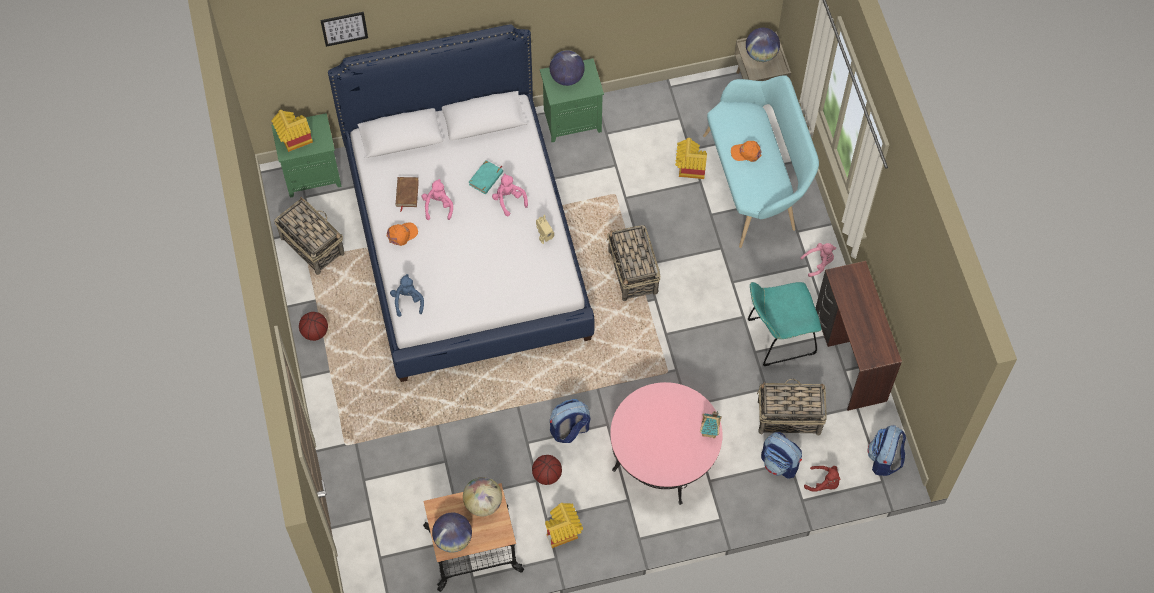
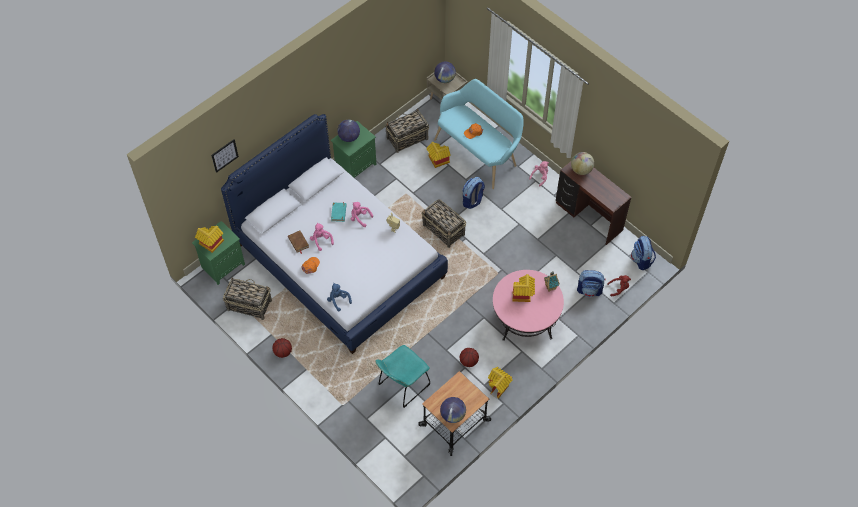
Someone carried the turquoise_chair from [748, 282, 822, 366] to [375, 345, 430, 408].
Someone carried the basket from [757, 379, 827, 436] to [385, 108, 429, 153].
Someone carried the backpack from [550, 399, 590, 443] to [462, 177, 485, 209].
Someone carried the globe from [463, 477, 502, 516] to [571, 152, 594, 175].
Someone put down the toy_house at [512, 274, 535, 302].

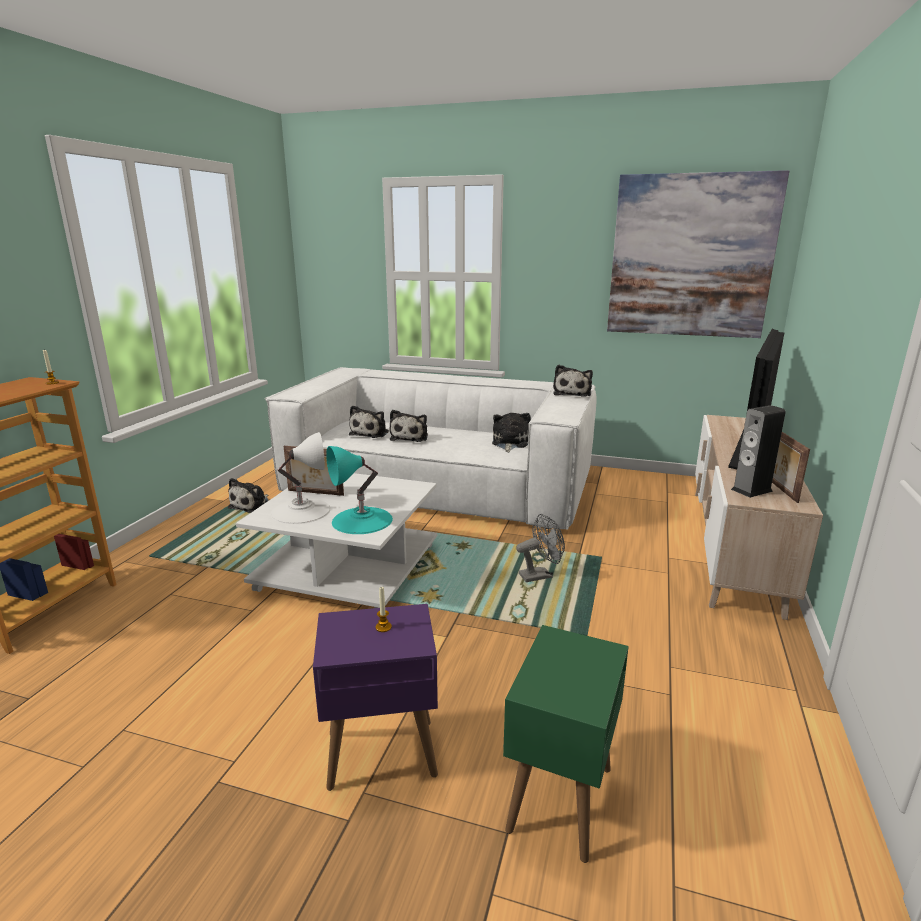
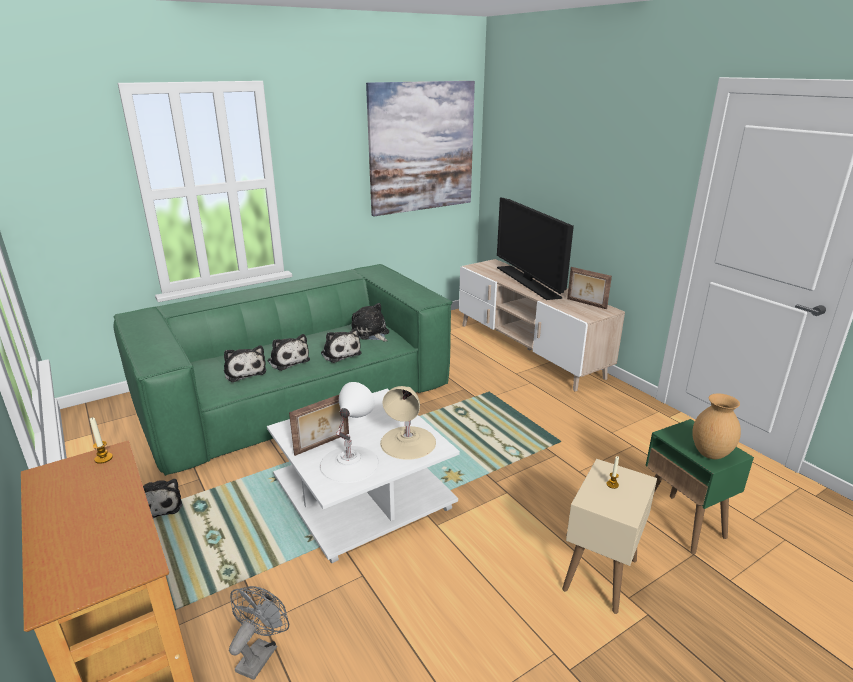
Someone carried the plush_toy from [553, 365, 593, 397] to [321, 328, 361, 363].
Someone repainted the white_sofa at [265, 367, 597, 530], which became the green_sofa at [113, 264, 452, 476].
Someone took away the speaker at [731, 405, 786, 498].
Someone repainted the turquoise_table_lamp at [326, 446, 393, 534], which became the beige_table_lamp at [380, 386, 436, 460].
Someone carried the grey_fan from [516, 514, 565, 582] to [229, 586, 289, 680].
Someone repainted the purple_side_table at [313, 604, 438, 791], which became the beige_side_table at [562, 459, 657, 614].
Someone put down the brown_vase at [692, 393, 741, 459].

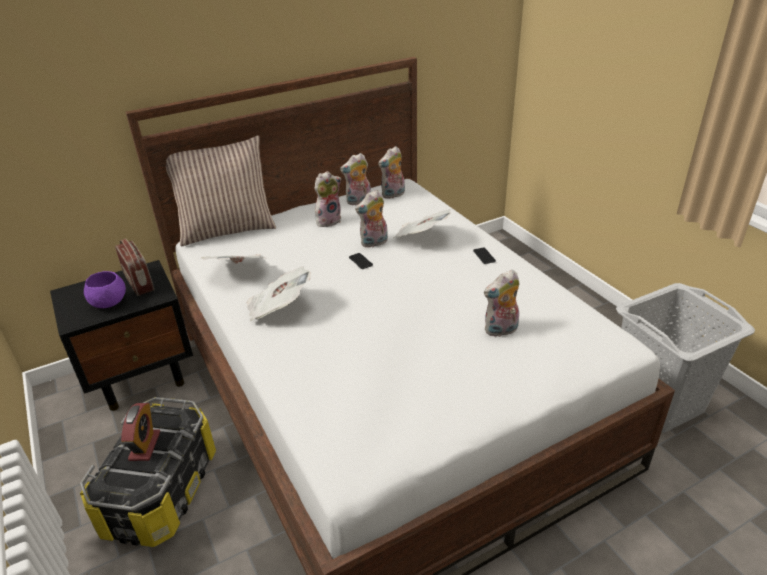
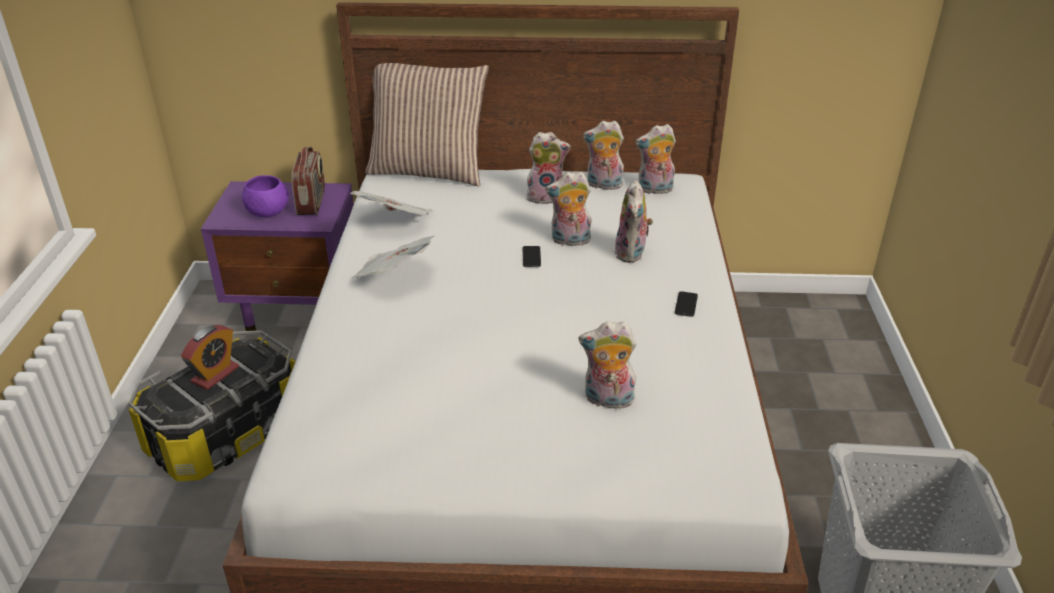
Someone swapped the newspaper at [393, 209, 451, 238] for the plush_toy at [614, 180, 653, 263].
Someone repainted the black_nightstand at [50, 260, 193, 411], which became the purple_nightstand at [201, 181, 354, 331].

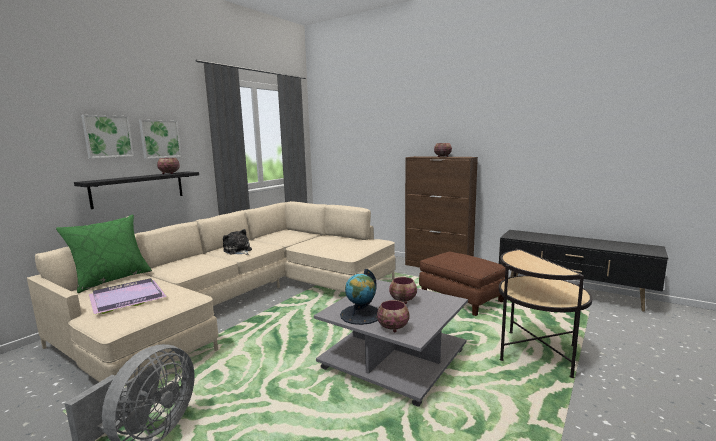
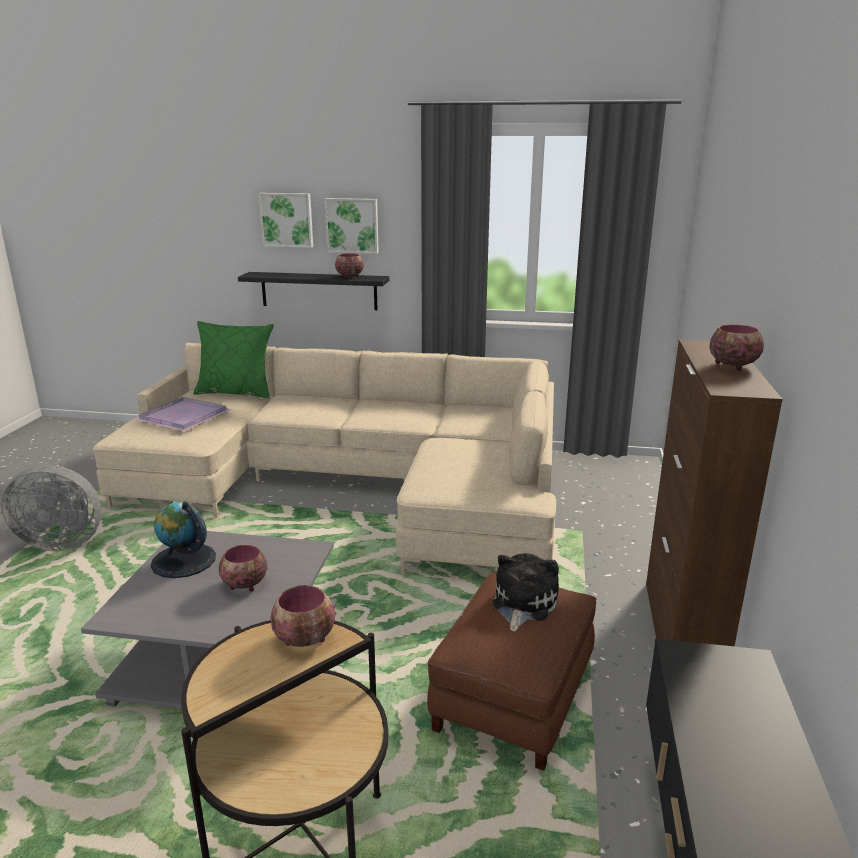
Someone carried the plush_toy from [223, 229, 252, 255] to [492, 553, 559, 632].
Someone carried the bowl from [377, 300, 410, 333] to [270, 585, 335, 647].

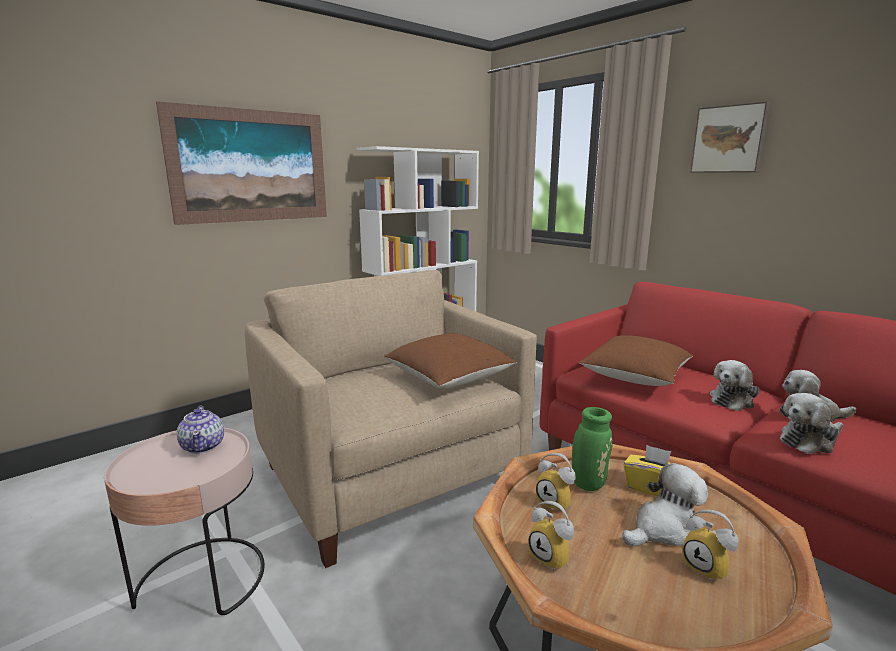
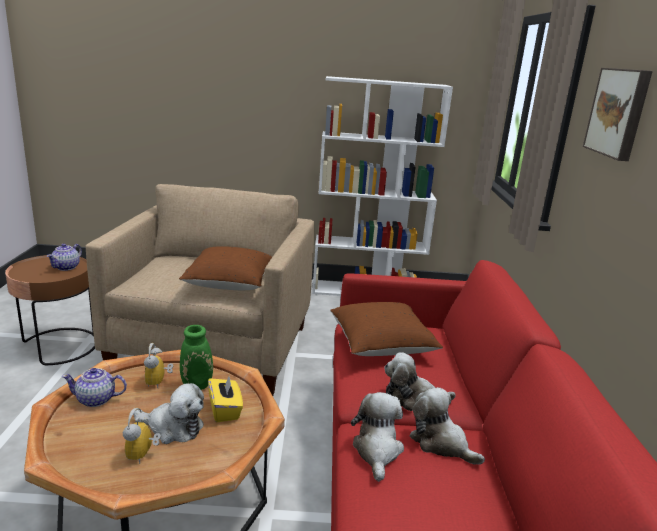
Someone took away the picture at [156, 101, 327, 225].
Someone rotated the plush_toy at [780, 393, 844, 454] by 75 degrees clockwise.
Someone repainted the pink_side_table at [104, 428, 265, 615], which became the brown_side_table at [5, 255, 95, 366].
Someone swapped the alarm_clock at [528, 501, 574, 572] for the teapot at [62, 368, 127, 407].

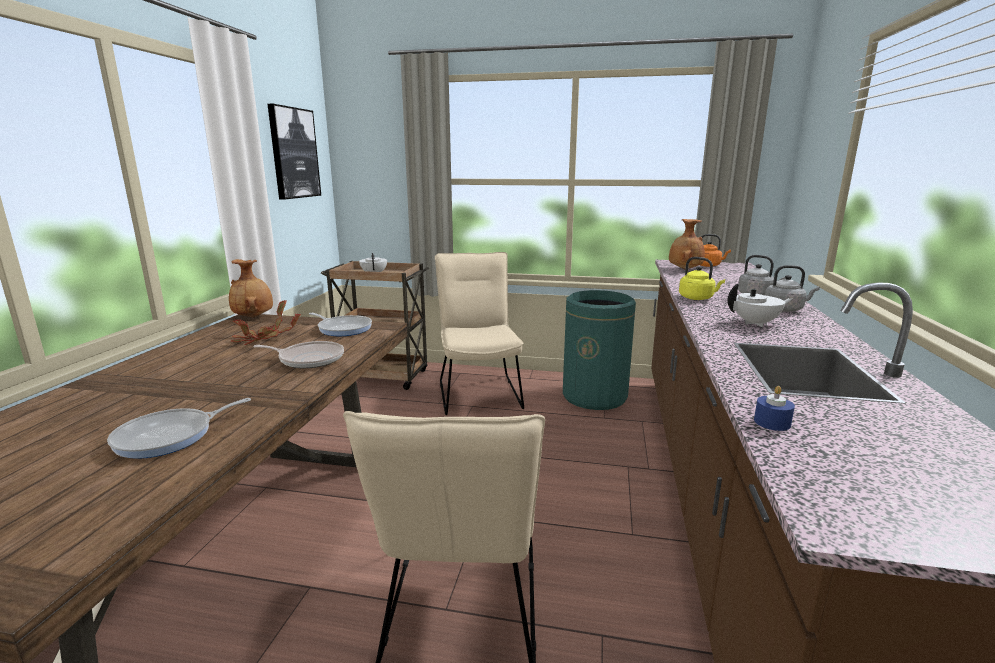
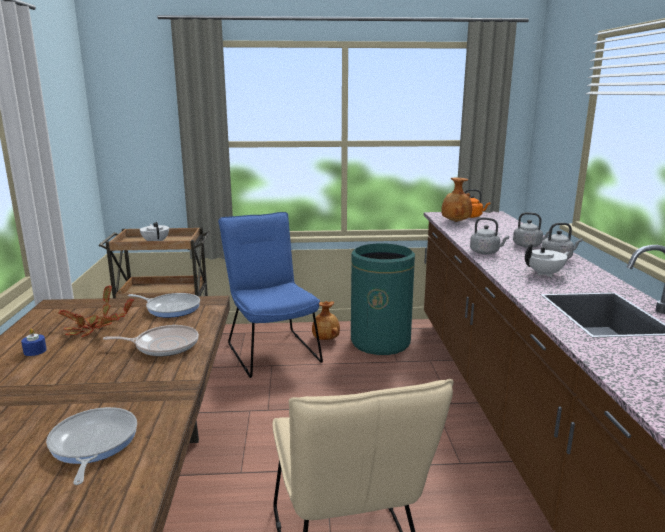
Someone took away the picture at [268, 104, 321, 200].
Someone repainted the beige_chair at [435, 252, 524, 415], which became the blue_chair at [218, 212, 323, 378].
Someone repainted the yellow_kettle at [679, 257, 725, 300], which became the grey_kettle at [470, 217, 509, 254].
Someone carried the brown_vase from [229, 259, 273, 318] to [312, 301, 340, 340].
Someone carried the blue_candle from [754, 386, 795, 431] to [21, 329, 47, 356].
Someone rotated the frying_pan at [107, 398, 251, 459] by 135 degrees clockwise.

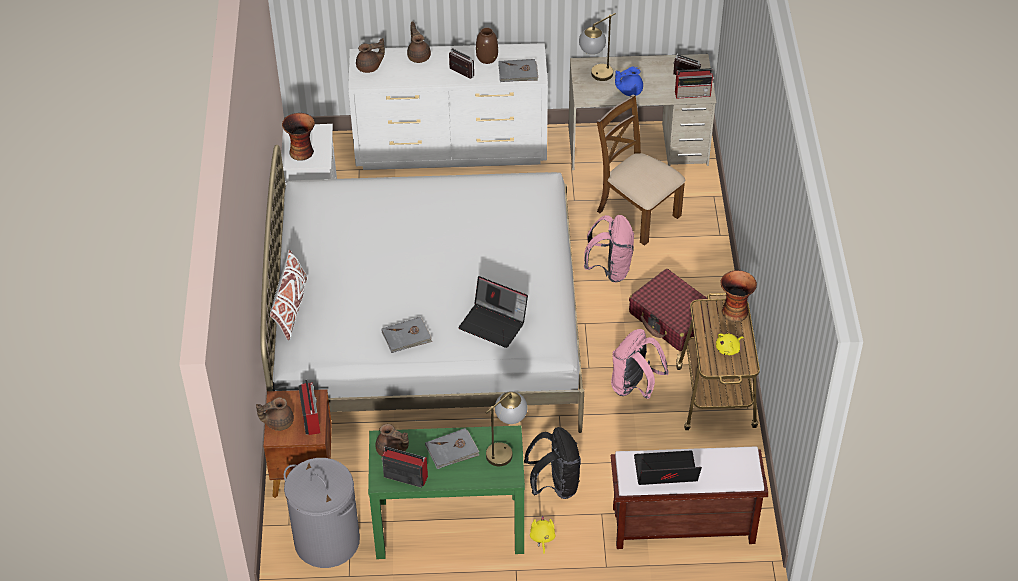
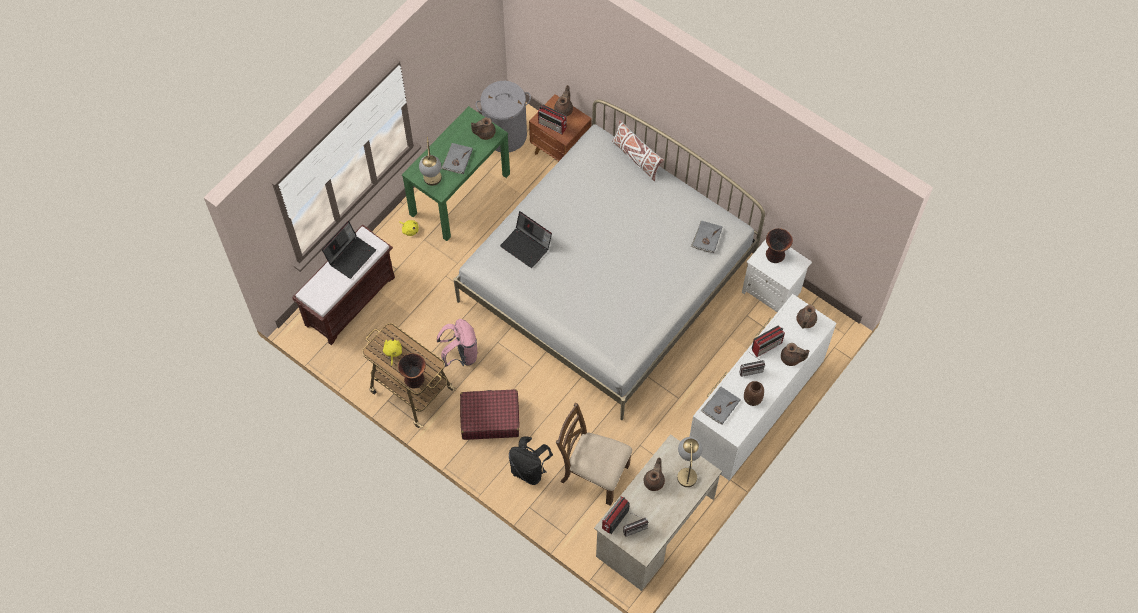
Someone repainted the blue_teapot at [615, 66, 643, 96], which became the brown_teapot at [644, 457, 665, 491].
Someone rotated the brown_chair at [597, 94, 685, 246] by 150 degrees counterclockwise.
Someone took away the pink_backpack at [584, 215, 634, 282].
Someone rotated the laptop at [458, 276, 528, 348] by 120 degrees counterclockwise.
Someone carried the grey_book from [381, 317, 432, 353] to [691, 220, 722, 253].
Someone carried the black_backpack from [524, 427, 581, 499] to [509, 437, 553, 485].
Someone carried the radio from [382, 446, 428, 488] to [752, 326, 785, 357].

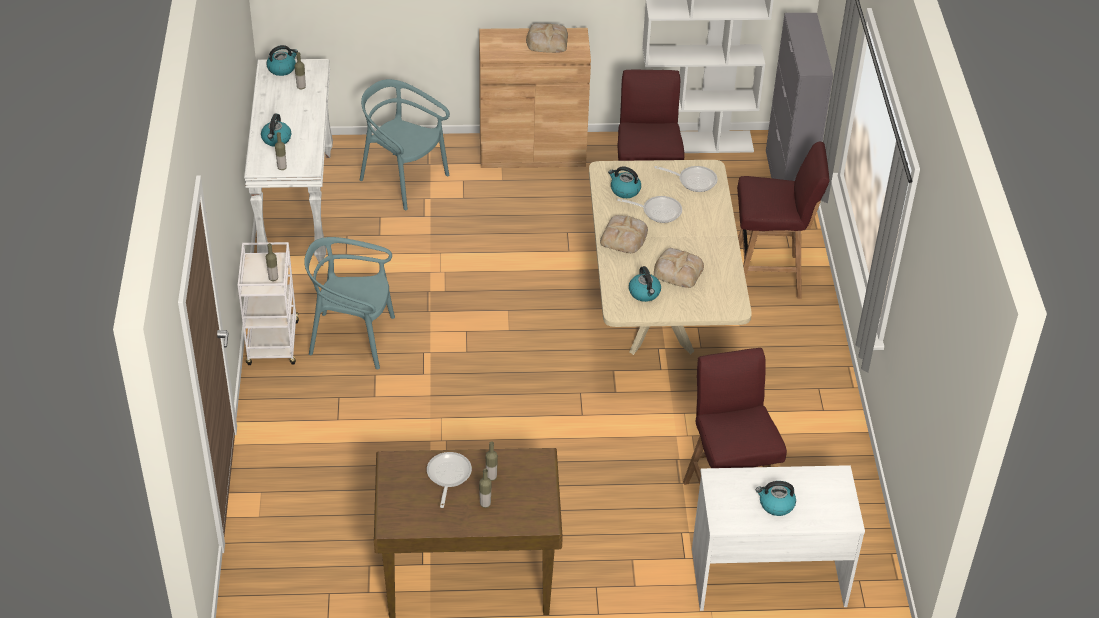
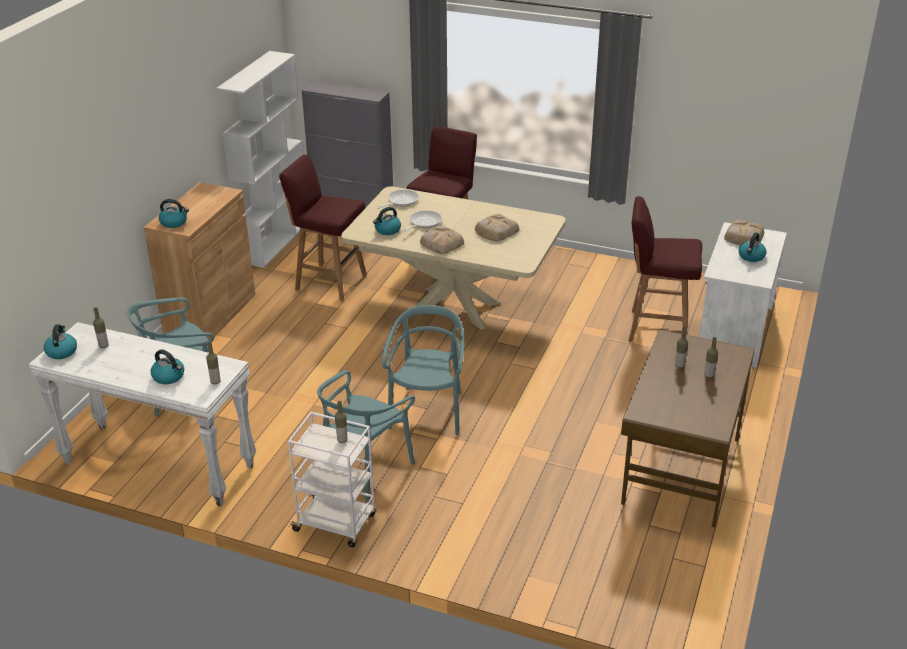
Someone carried the bread from [526, 23, 568, 53] to [724, 220, 764, 245].
Someone carried the kettle from [629, 266, 661, 302] to [159, 199, 189, 228].
Someone took away the frying_pan at [427, 452, 472, 508].
Someone put down the turquoise_chair at [382, 305, 464, 435].

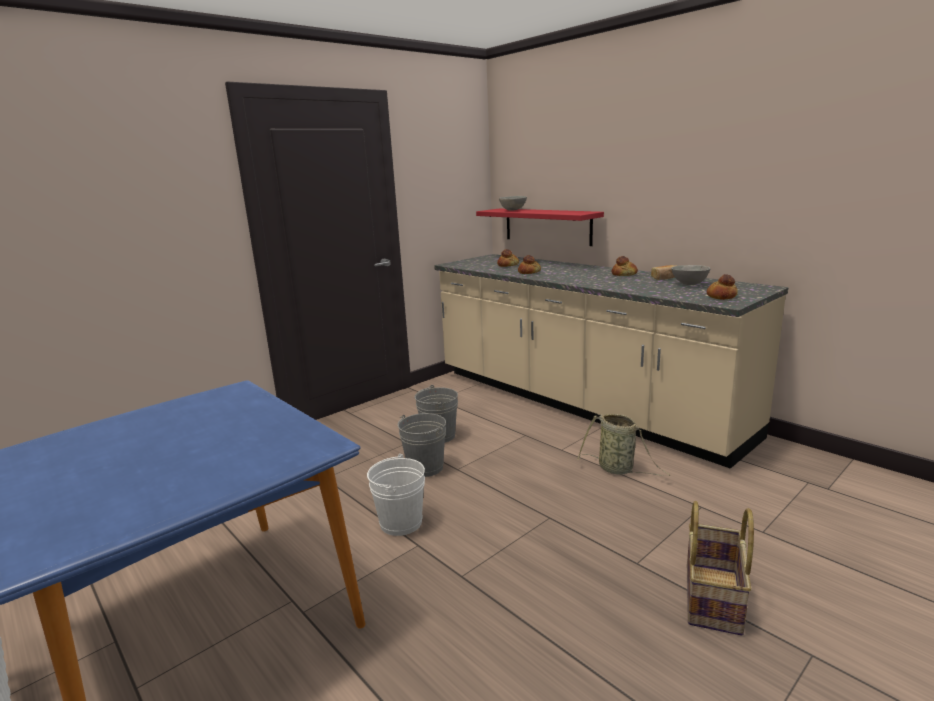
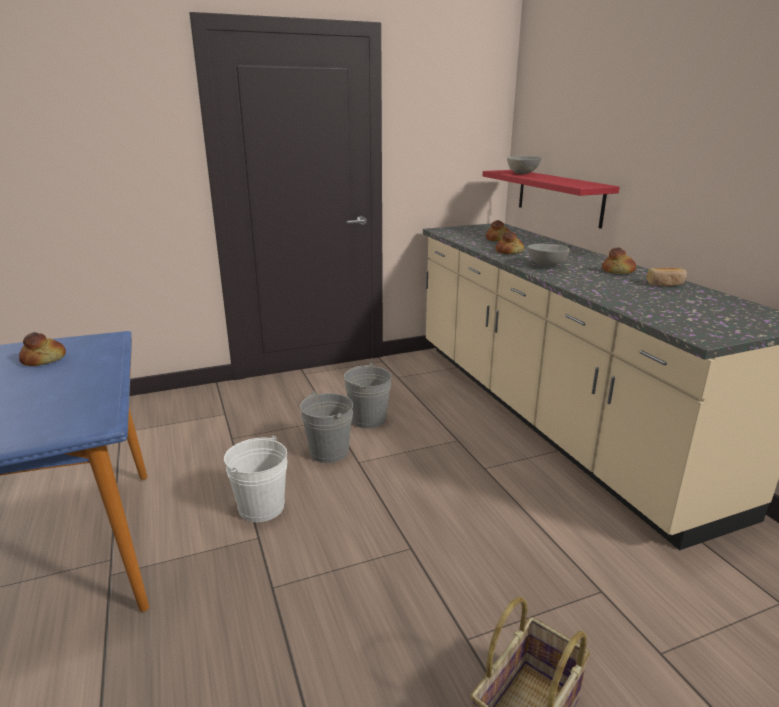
Someone carried the grey_bowl from [671, 265, 711, 285] to [527, 243, 570, 267].
Someone carried the bread from [707, 274, 738, 300] to [19, 332, 66, 366].
Someone took away the basket at [577, 414, 671, 476].

